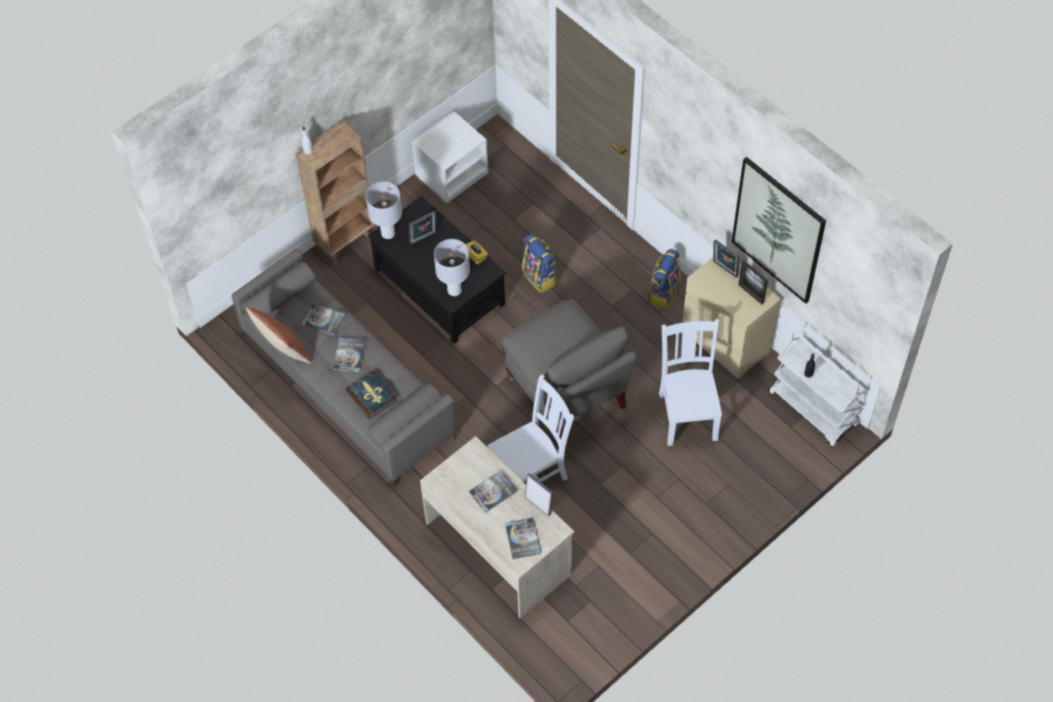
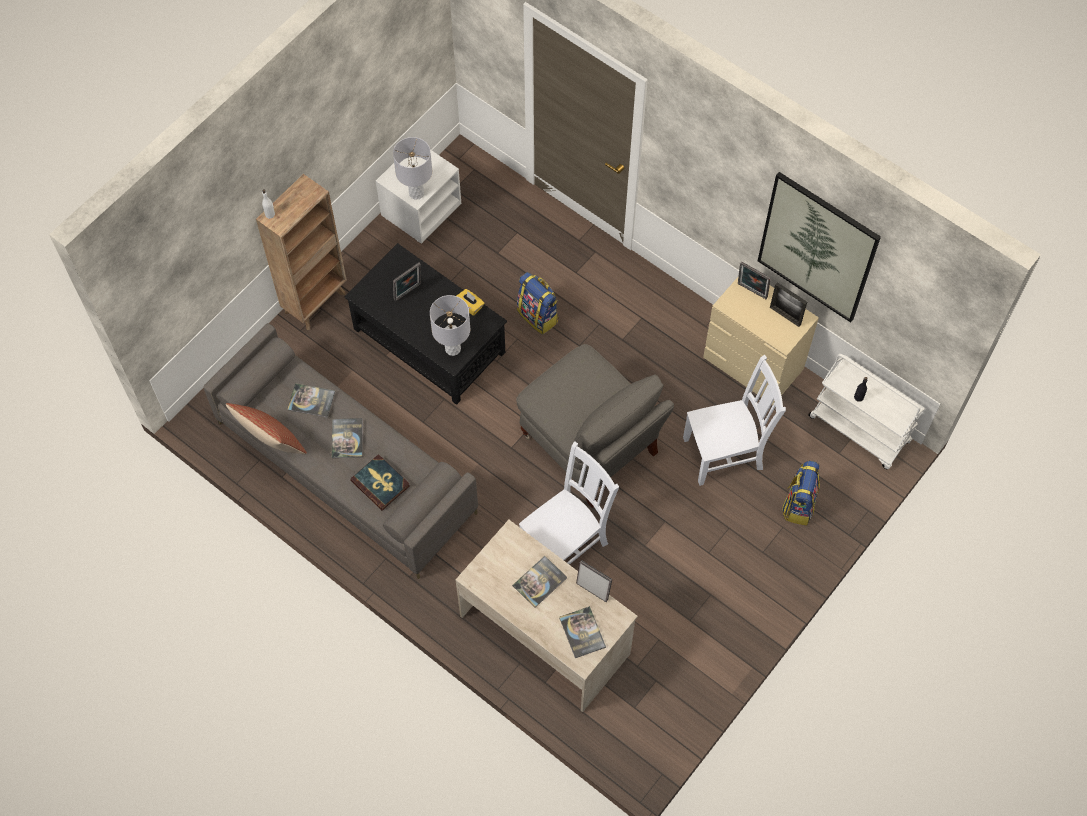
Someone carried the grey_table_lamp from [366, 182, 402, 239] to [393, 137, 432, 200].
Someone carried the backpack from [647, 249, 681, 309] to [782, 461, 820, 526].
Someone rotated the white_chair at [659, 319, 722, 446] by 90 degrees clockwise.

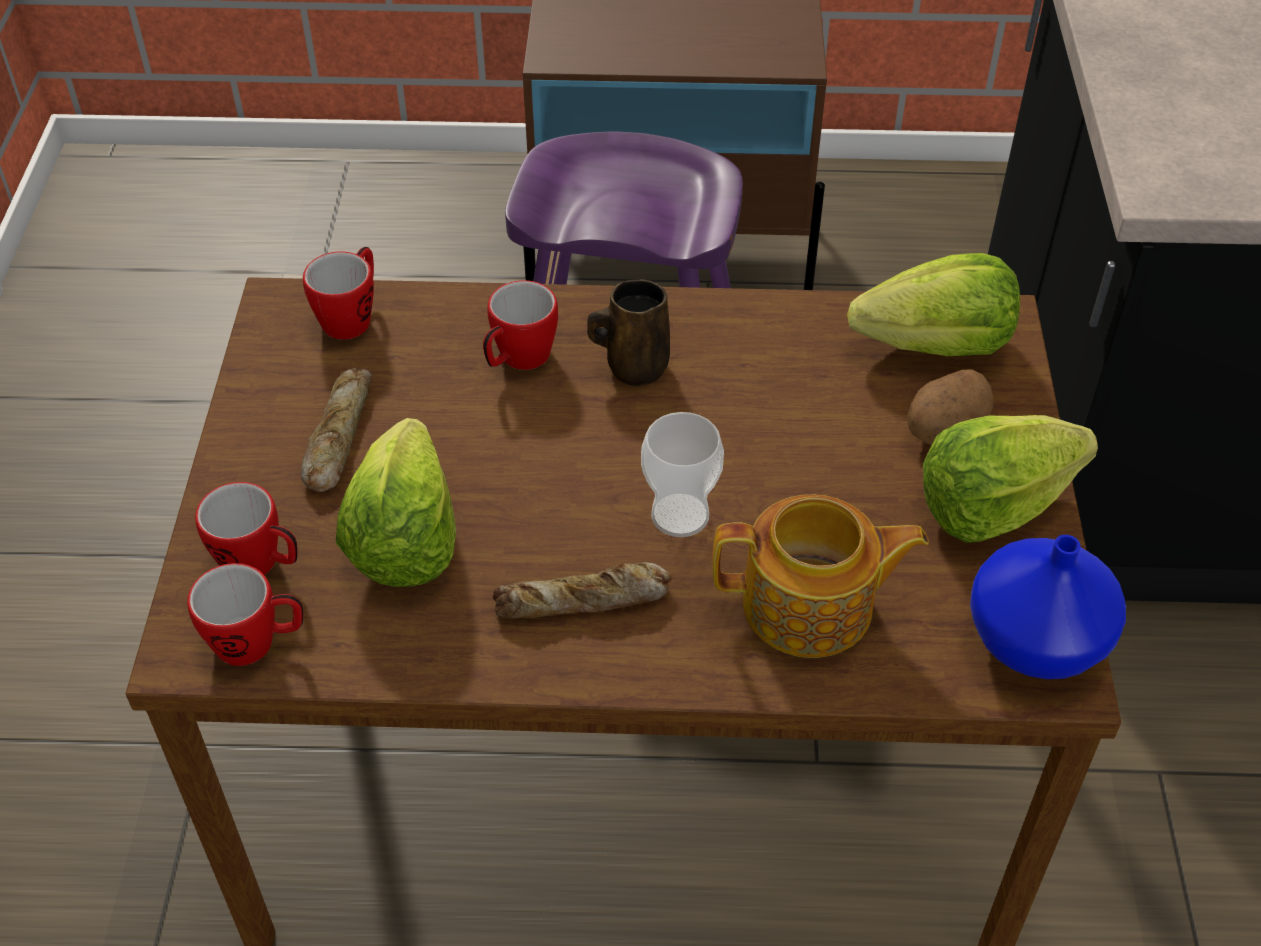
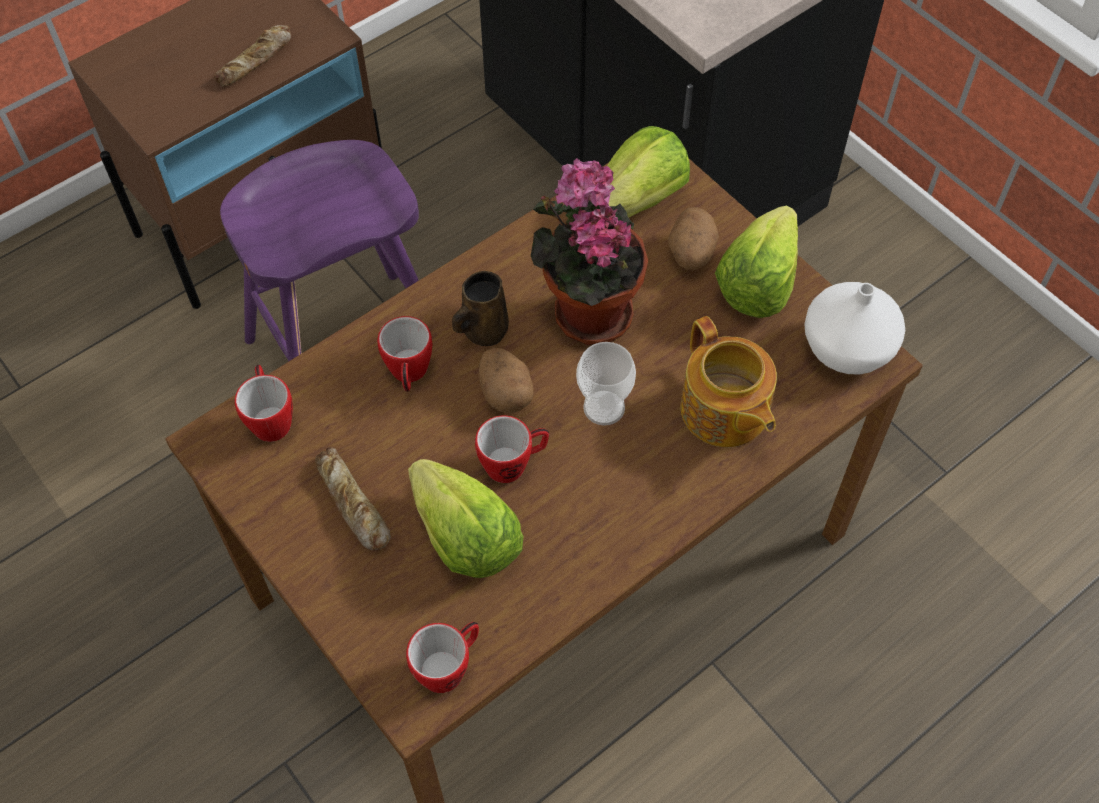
Someone carried the mug from [195, 482, 298, 575] to [475, 415, 549, 483].
Someone rotated the teapot at [712, 495, 929, 658] by 105 degrees clockwise.
Someone repainted the blue_vase at [970, 535, 1126, 679], which became the white_vase at [804, 282, 905, 375].
Someone carried the bread from [493, 562, 673, 618] to [214, 25, 291, 87].
Someone put down the potted_plant at [531, 158, 648, 345].
Someone put down the potato at [479, 347, 534, 414].

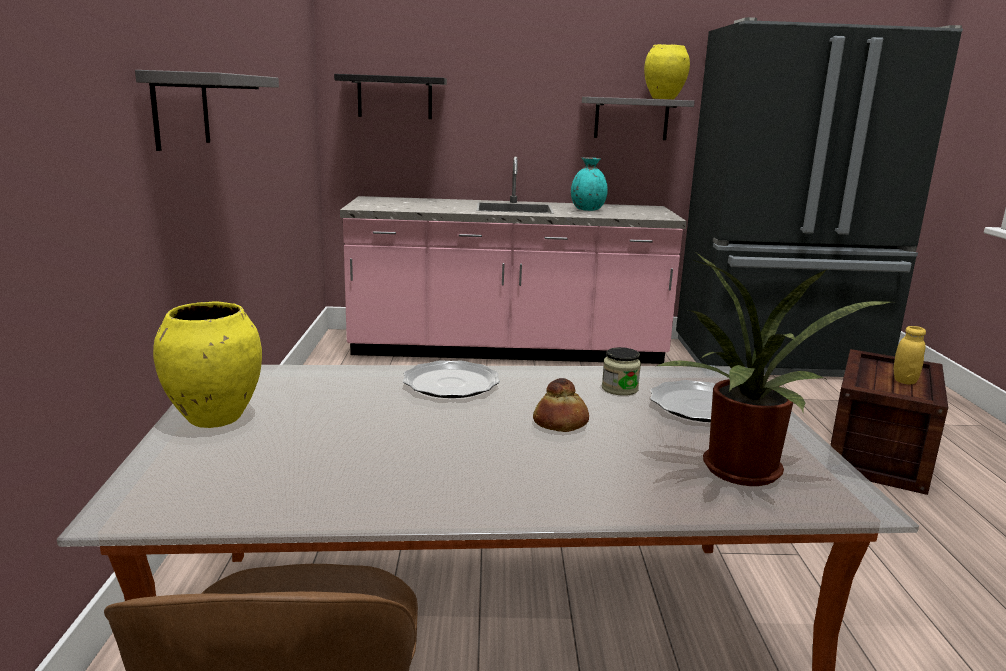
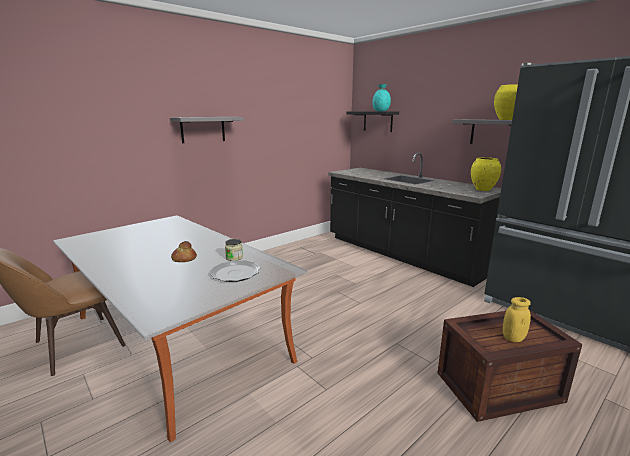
Someone repainted the pink_counter at [340, 157, 687, 364], which became the black_counter at [328, 153, 501, 287].
Someone carried the turquoise_vase from [571, 157, 608, 211] to [372, 84, 391, 111].
Someone took away the potted_plant at [655, 253, 890, 486].
Someone carried the yellow_vase from [153, 301, 262, 428] to [471, 157, 501, 191].
Someone took away the plate at [403, 360, 500, 398].

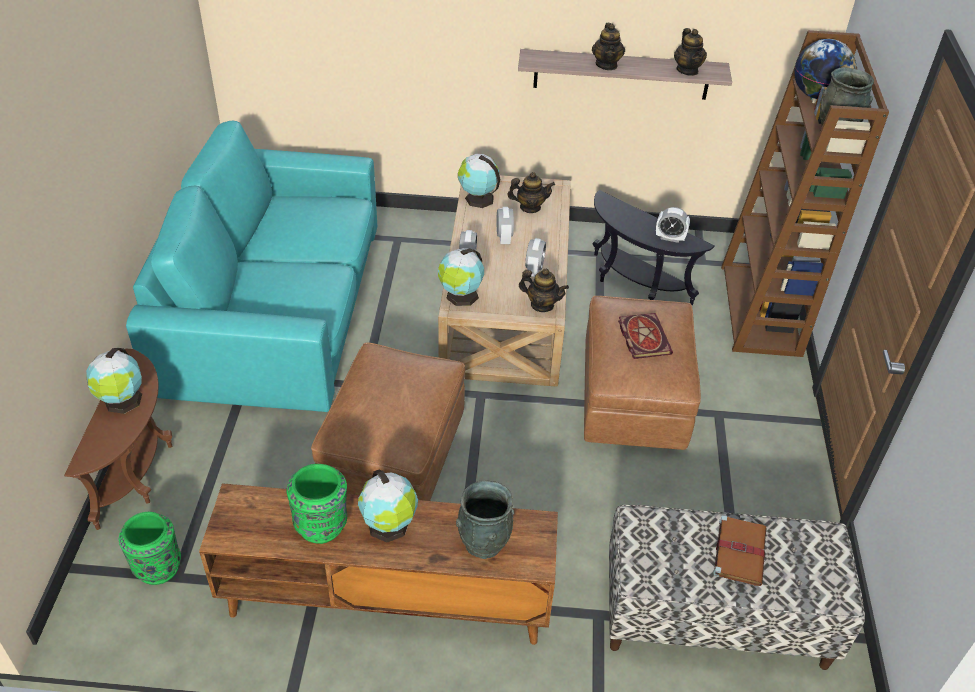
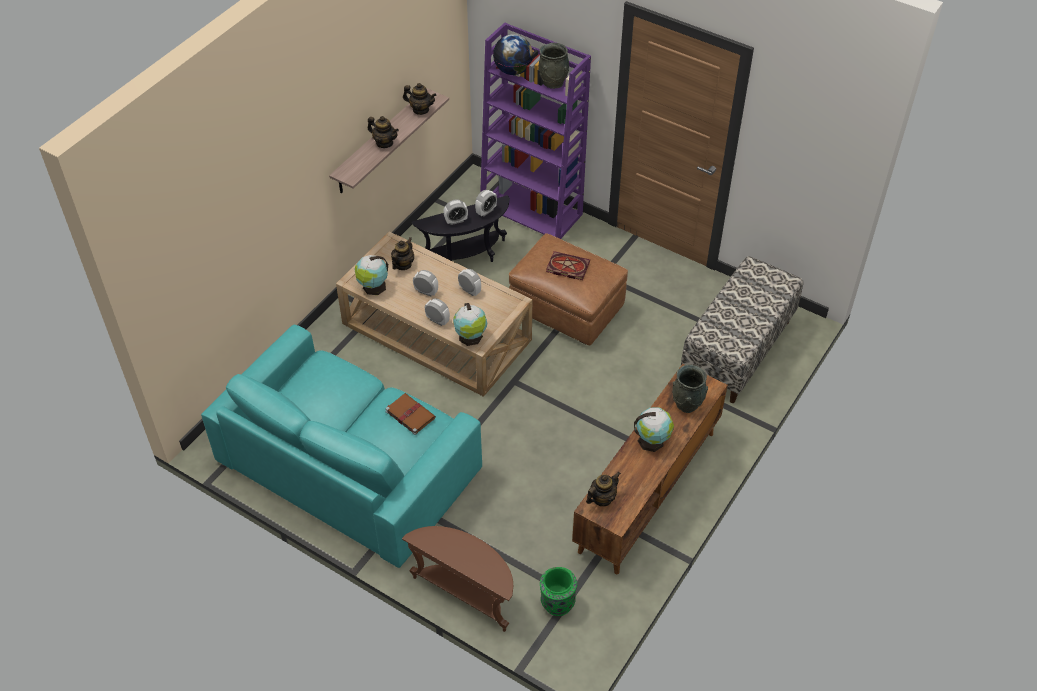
Someone repainted the brown_bookcase at [721, 30, 889, 357], which became the purple_bookcase at [480, 23, 591, 239].
Someone carried the teapot from [519, 269, 569, 312] to [586, 472, 621, 506].
Someone took away the brown_ottoman at [311, 343, 465, 501].
Someone took away the globe at [86, 348, 142, 414].
Someone took away the green_vase at [287, 464, 348, 544].
Someone carried the brown_book from [713, 515, 766, 586] to [385, 393, 436, 435].
Someone put down the alarm_clock at [443, 199, 468, 225].

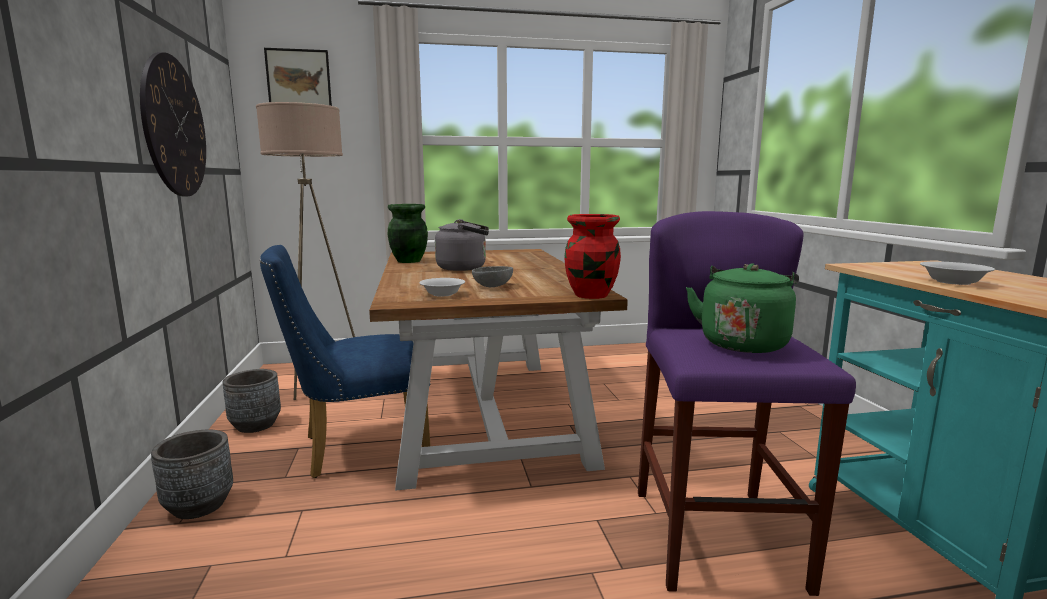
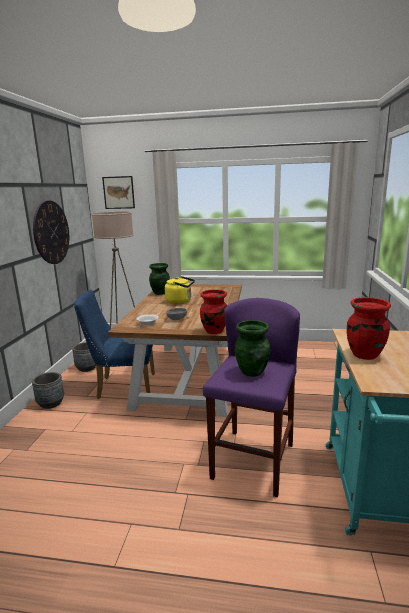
Someone repainted the grey_kettle at [435, 219, 489, 271], which became the yellow_kettle at [165, 276, 195, 304].
Someone swapped the white_bowl at [920, 261, 995, 285] for the red_vase at [347, 297, 391, 360].
Someone swapped the green_kettle at [686, 263, 799, 353] for the green_vase at [235, 320, 270, 377].

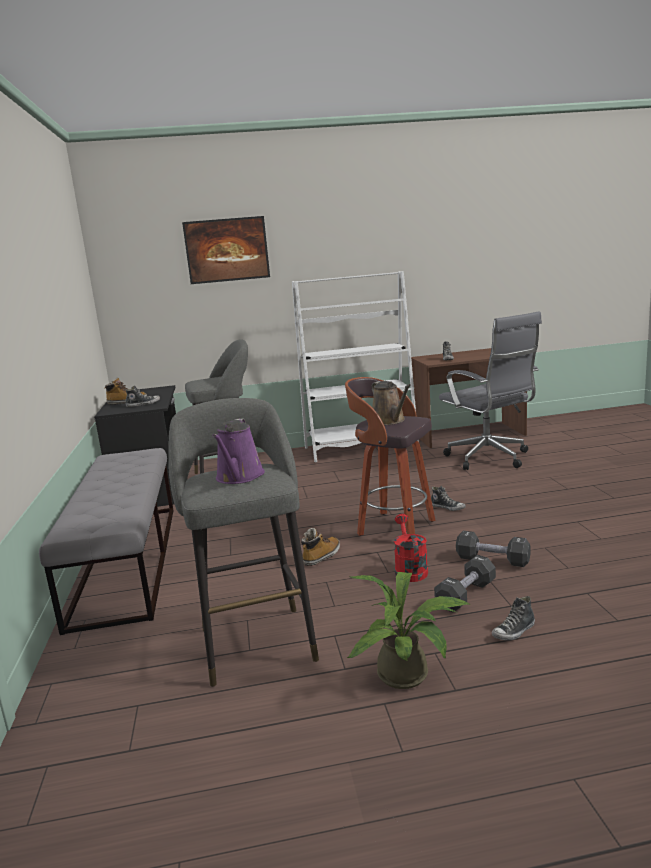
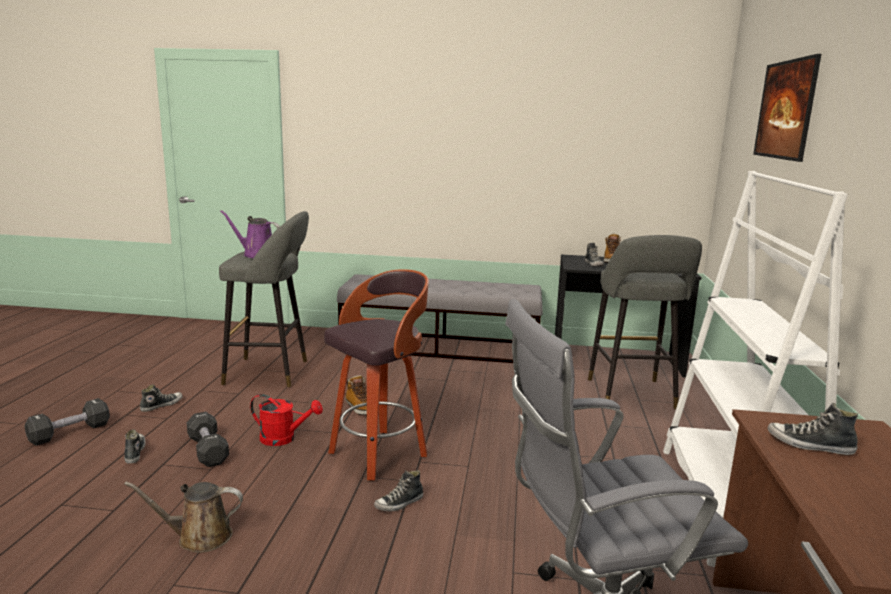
Someone carried the brown_watering_can from [372, 381, 411, 425] to [124, 482, 243, 553].
Someone carried the black_dumbbell from [456, 531, 531, 567] to [24, 398, 110, 446].
Someone swapped the potted_plant at [347, 572, 471, 689] for the shoe at [140, 384, 183, 412].

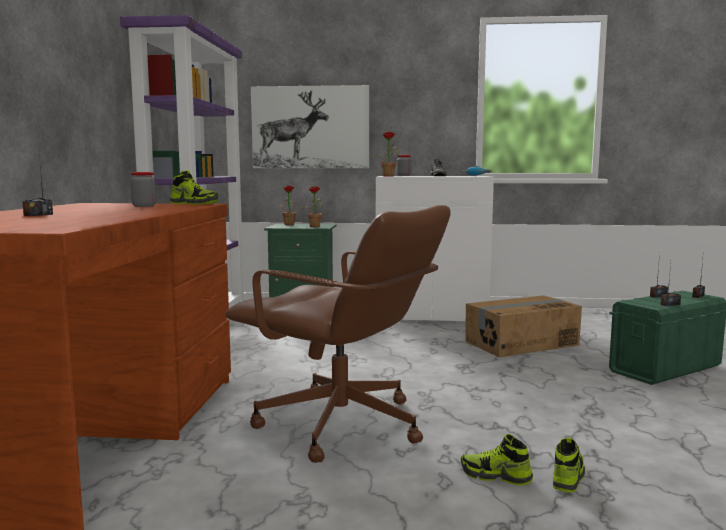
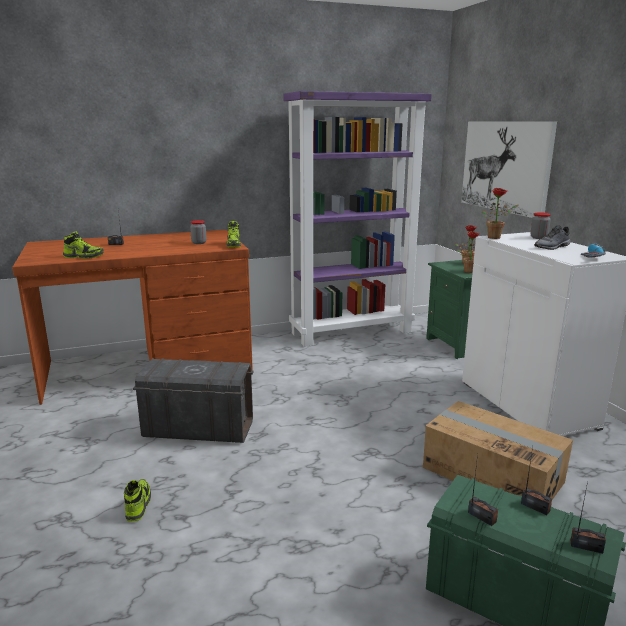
Someone swapped the brown_office_chair at [225, 205, 450, 463] for the grey_storage_box at [133, 358, 253, 443].
Someone carried the shoe from [553, 438, 585, 493] to [63, 231, 104, 259].

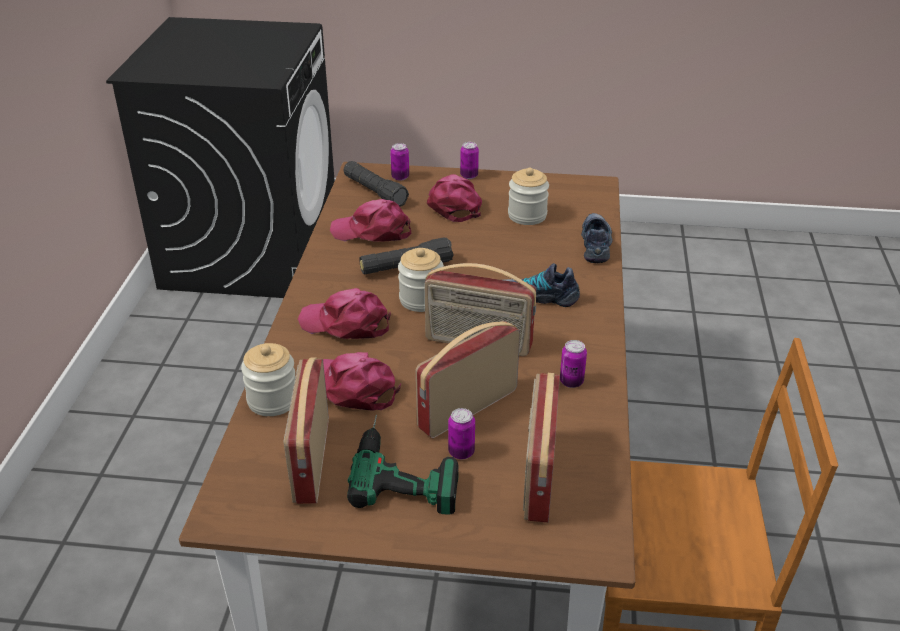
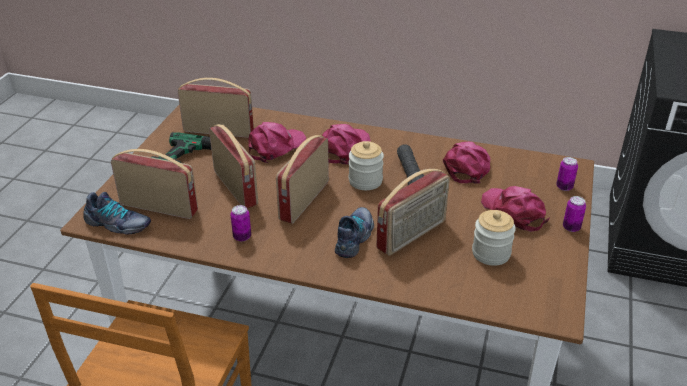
Someone took away the black_flashlight at [344, 161, 409, 207].
Someone rotated the pink_cap at [427, 174, 482, 222] by 120 degrees counterclockwise.
Someone carried the shoe from [581, 213, 613, 263] to [84, 192, 151, 235].
Someone took away the jar at [241, 343, 295, 416].
Someone took away the can at [448, 408, 475, 459].
Someone put down the radio at [376, 169, 450, 256].

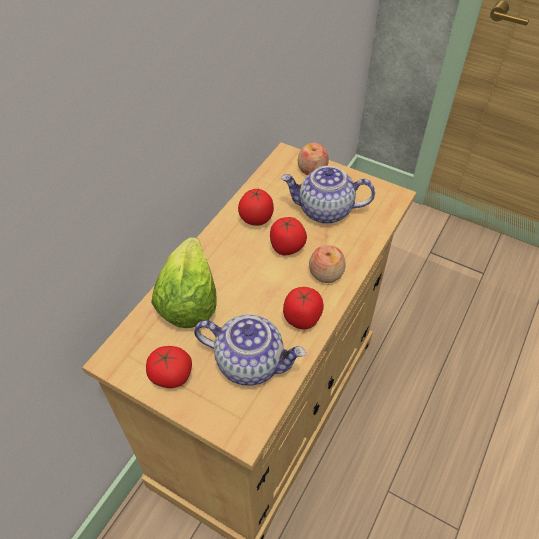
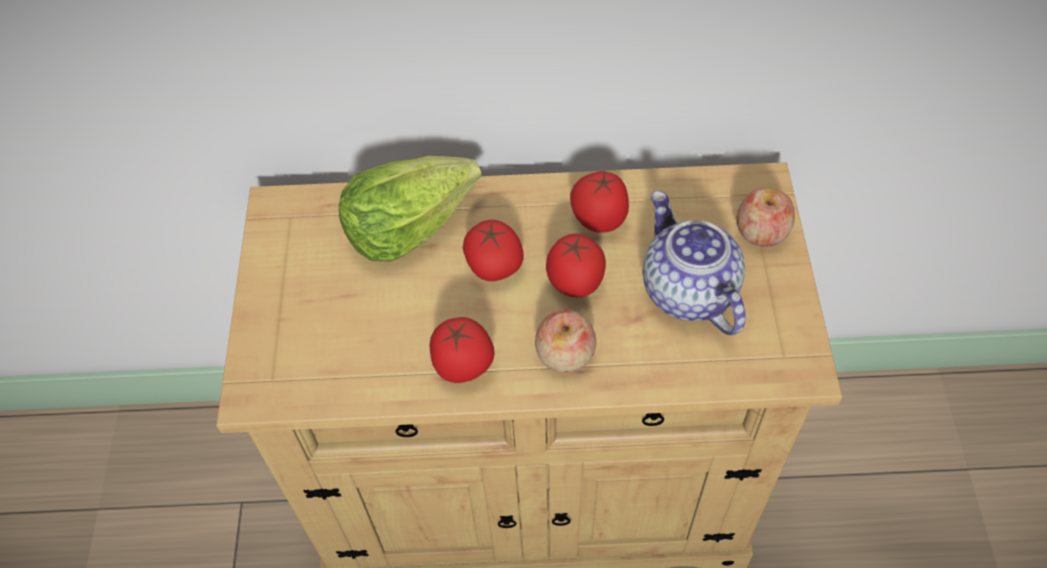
Someone took away the teapot at [194, 315, 306, 386].
Someone carried the tomato from [146, 346, 192, 388] to [463, 220, 524, 281].

